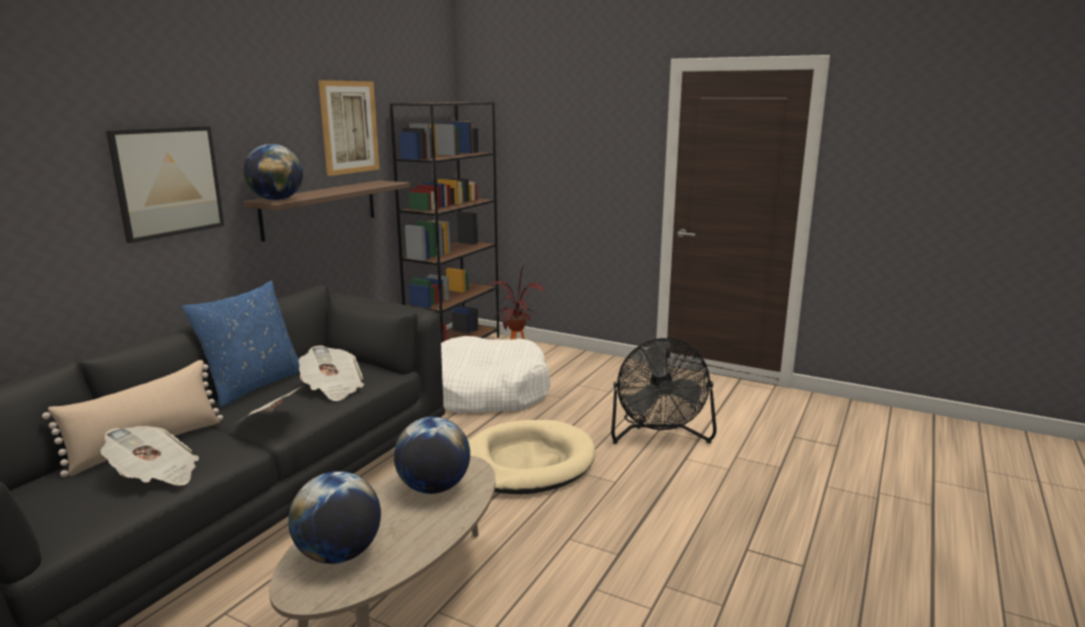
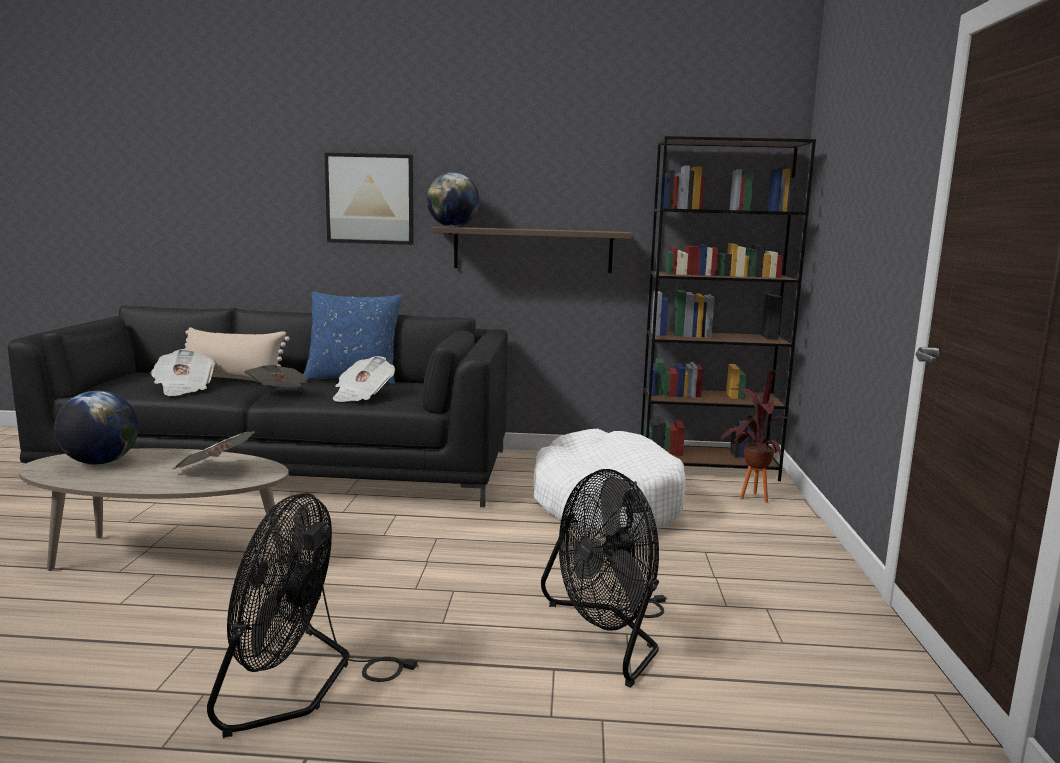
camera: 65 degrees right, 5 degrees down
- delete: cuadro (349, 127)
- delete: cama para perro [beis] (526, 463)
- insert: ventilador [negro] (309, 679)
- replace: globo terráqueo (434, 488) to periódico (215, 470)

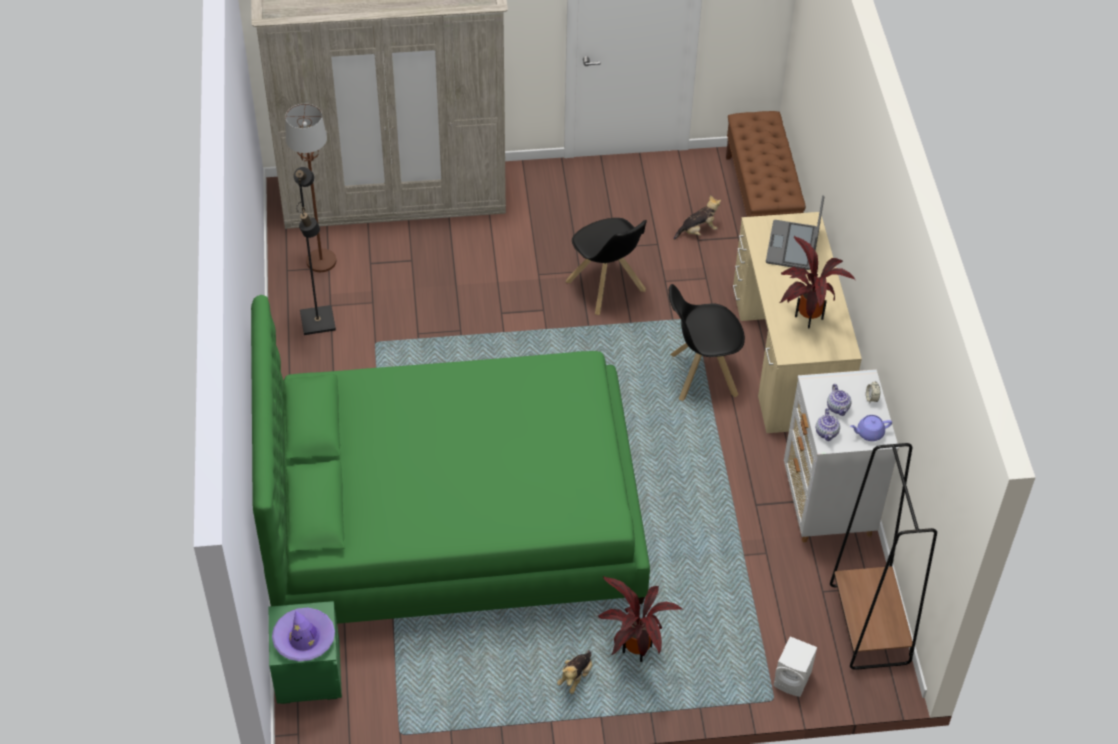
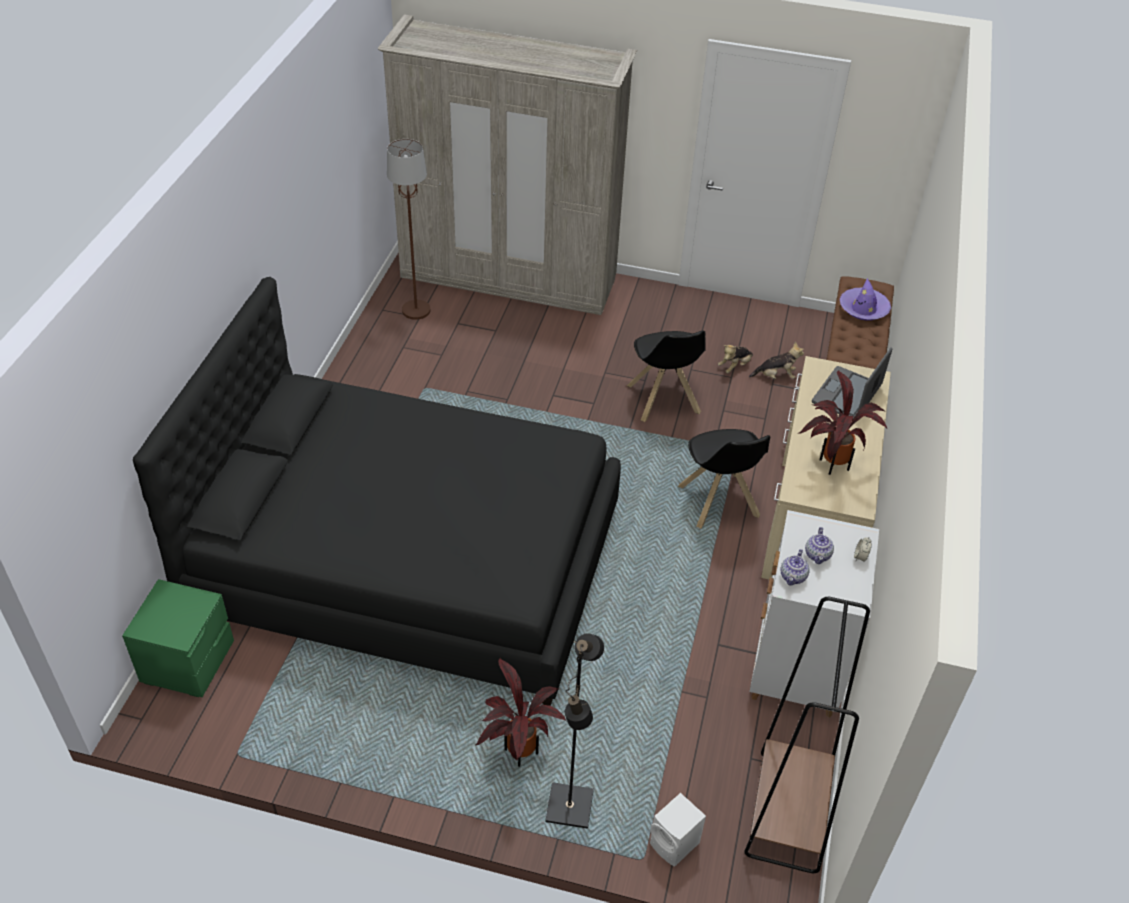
camera: 20 degrees right, 5 degrees down
- delete: tetera [morado] (869, 433)
- move: sombrero [morado] (304, 638) to (863, 309)
- move: lámpara de pie [negro] (317, 321) to (569, 806)
- move: peluche (576, 677) to (735, 366)
- recolor: cama [verde] (452, 517) to cama [negro] (407, 560)
- rotate: silla [negro] (701, 374) = (719, 503) 120 degrees counterclockwise

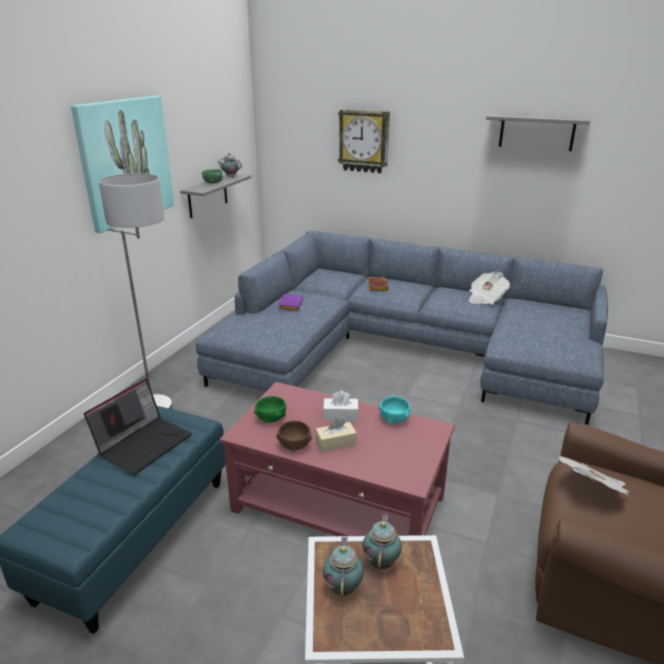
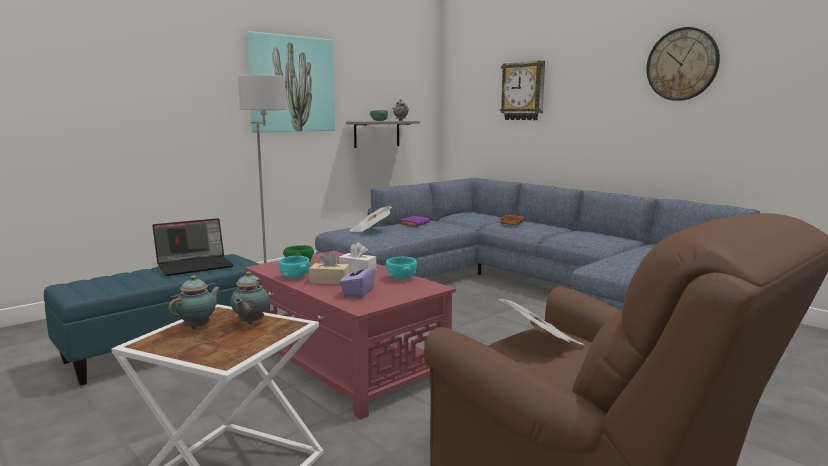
camera: 25 degrees right, 15 degrees down
- insert: caja de pañuelos [morado] (358, 292)
- move: periódico (485, 298) to (370, 230)
- replace: estante [gris] (536, 132) to reloj de pared (682, 64)
- recolor: cuenco [marrón] (294, 445) to cuenco [turquesa] (294, 277)
- rotate: tetera (381, 561) = (250, 323) 150 degrees clockwise

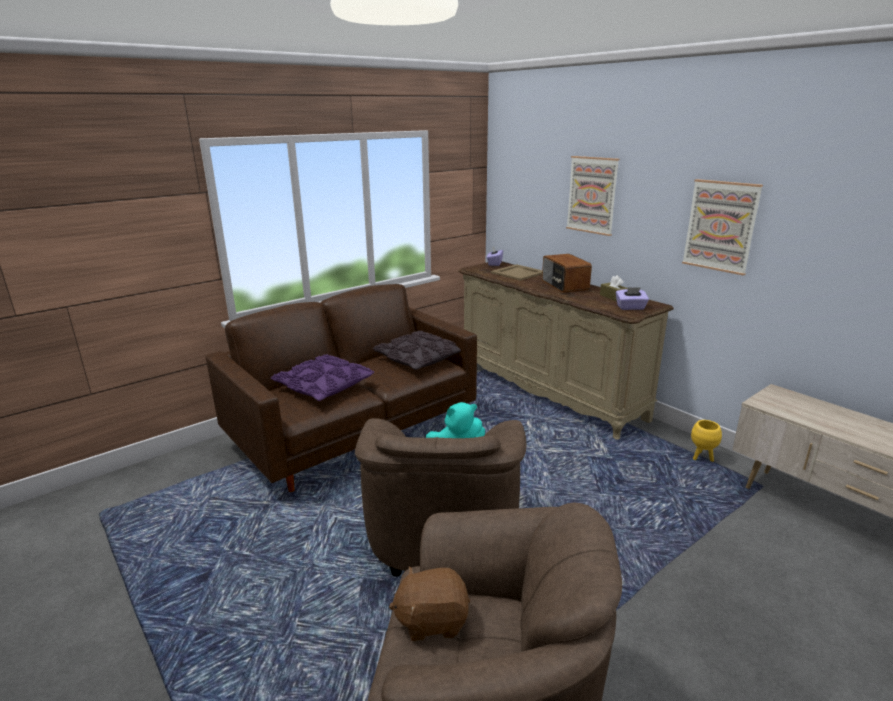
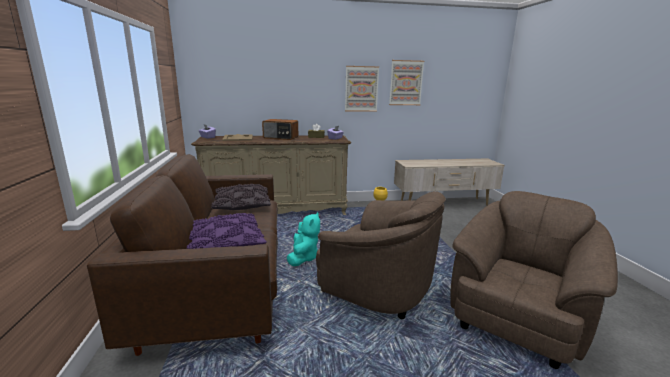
camera: 60 degrees left, 5 degrees down
- delete: peluche [marrón] (432, 620)
- move: cuadro (592, 195) to (406, 83)

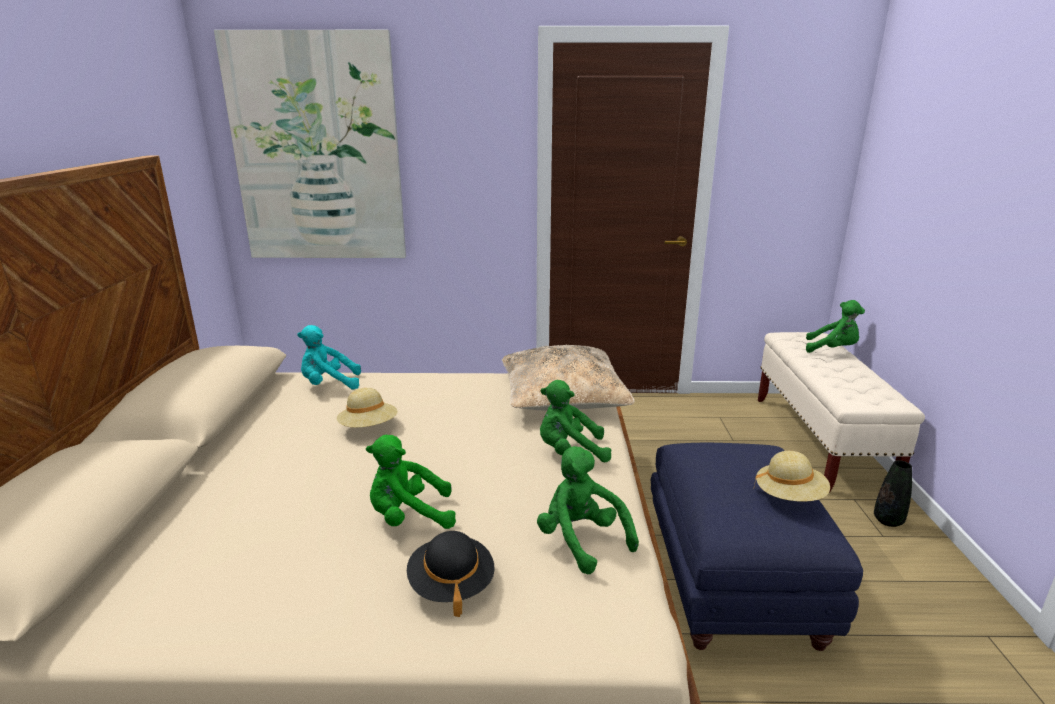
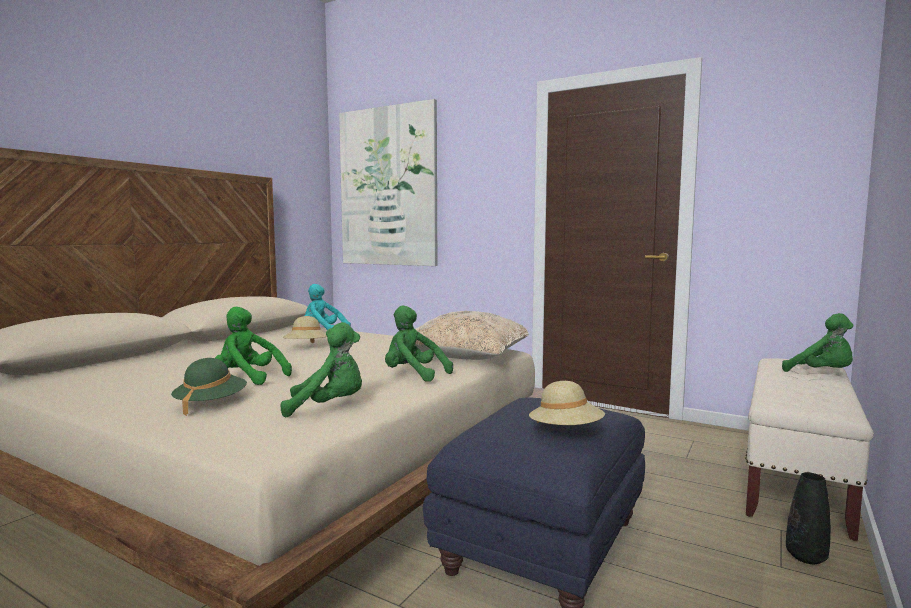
camera: 30 degrees right, 15 degrees down
- recolor: sombrero [negro] (451, 585) to sombrero [verde] (210, 405)
- rotate: peluche [verde] (581, 540) = (329, 407) 90 degrees clockwise

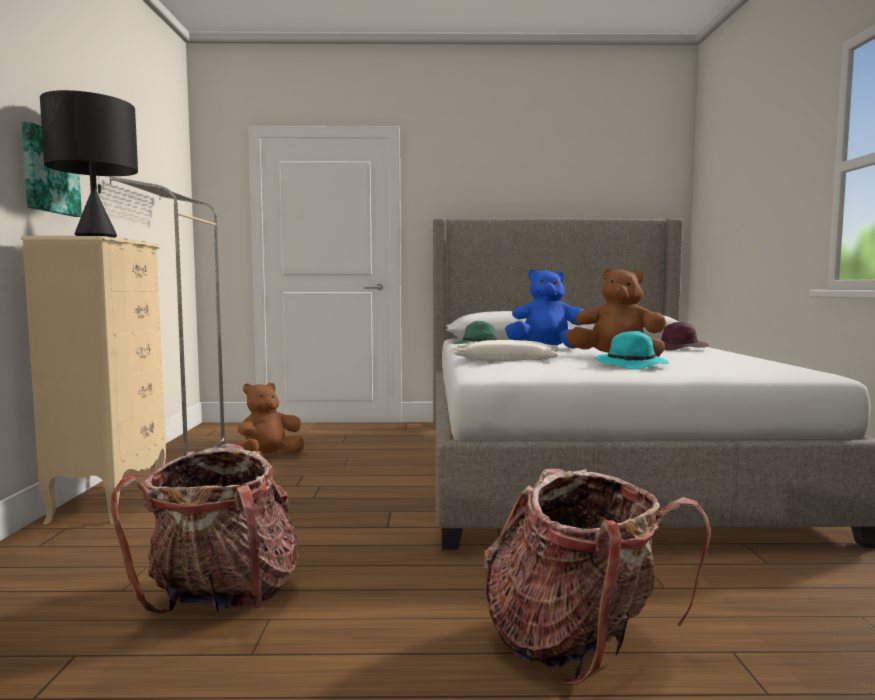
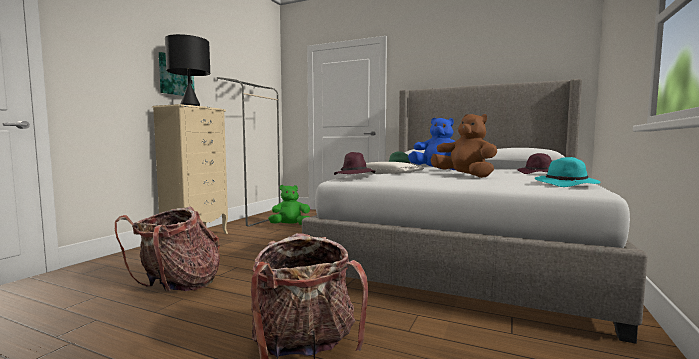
camera: 25 degrees right, 0 degrees up
- insert: sombrero [morado] (355, 175)
- move: sombrero [turquesa] (632, 365) to (567, 184)
- recolor: peluche [marrón] (268, 457) to peluche [verde] (290, 225)

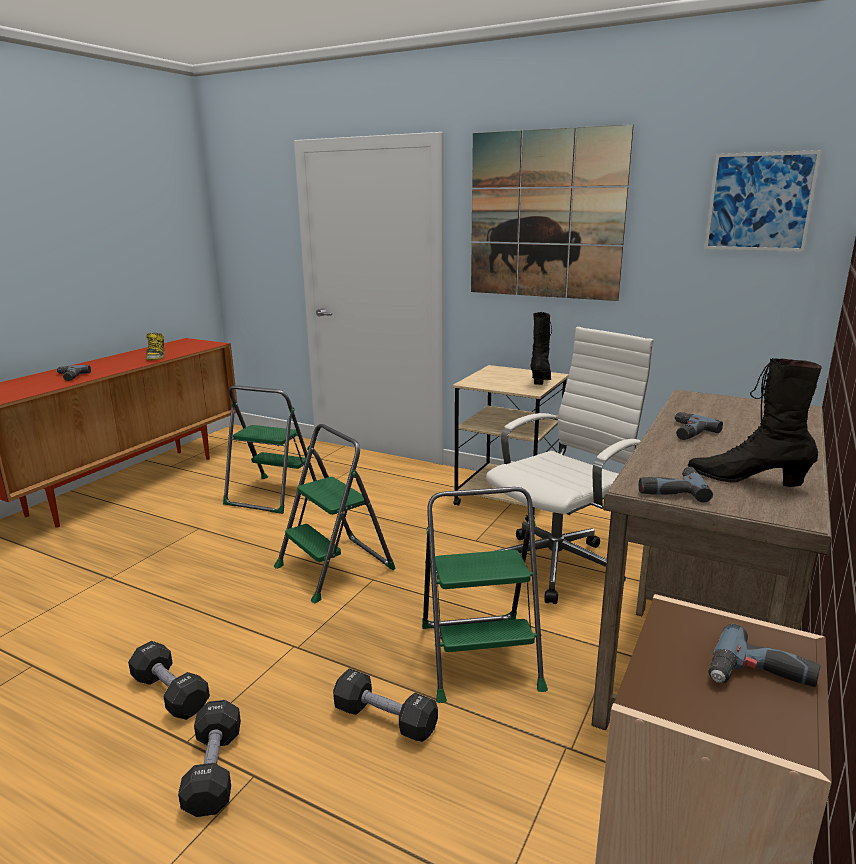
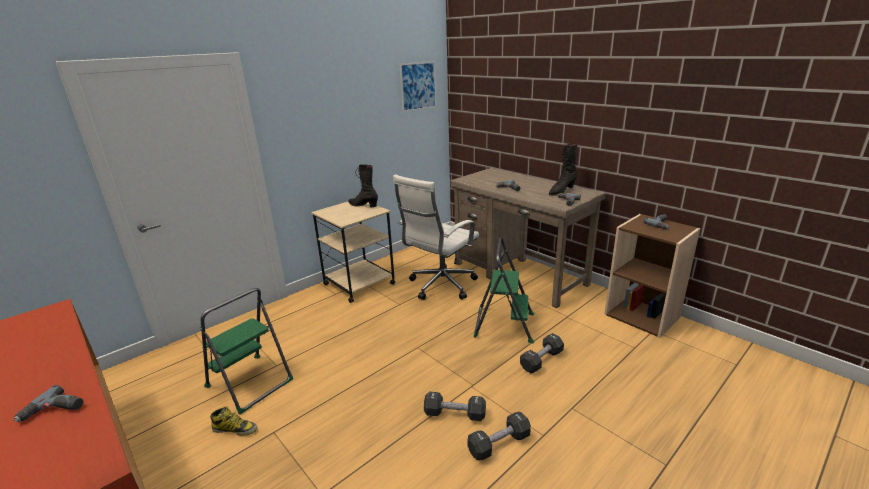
camera: 70 degrees left, 5 degrees up
- delete: escalera de tijera [verde] (339, 566)
- delete: cuadro (545, 215)
- move: bota (156, 357) to (235, 429)
- move: mancuerna [negro] (214, 771) to (455, 414)
- rotate: silla de oficina [blanco] (559, 564) = (440, 286) 120 degrees counterclockwise

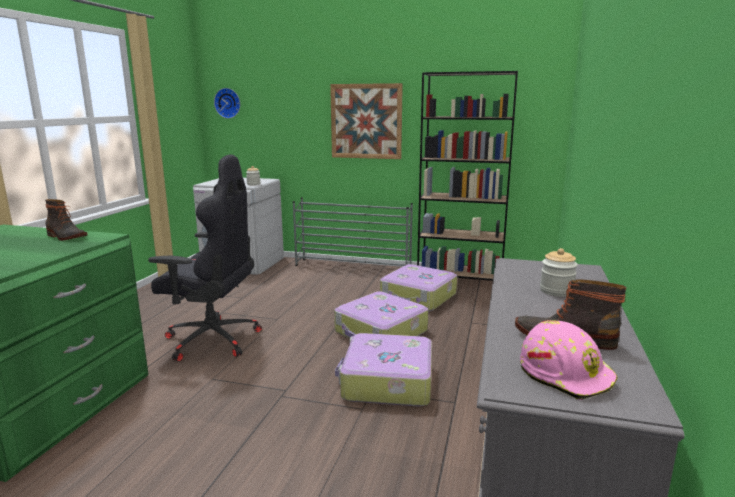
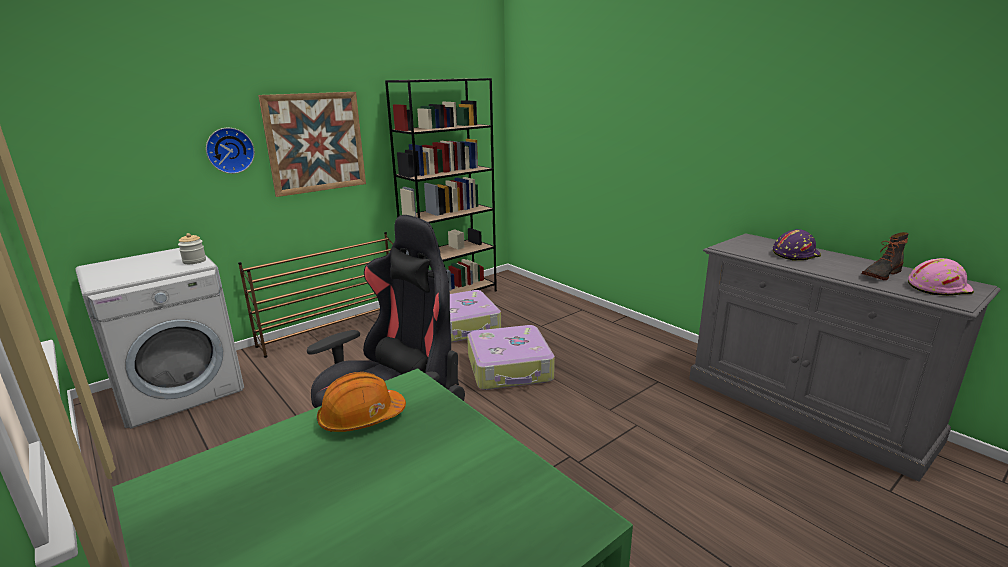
camera: 55 degrees left, 5 degrees up
- delete: maleta (386, 382)
- move: reloj de pared (228, 103) to (229, 150)
- replace: bota (65, 237) to casco [naranja] (361, 418)
- replace: tarro (556, 291) to casco [morado] (794, 254)
- recolor: zapatero [gris] (353, 267) to zapatero [marrón] (336, 329)

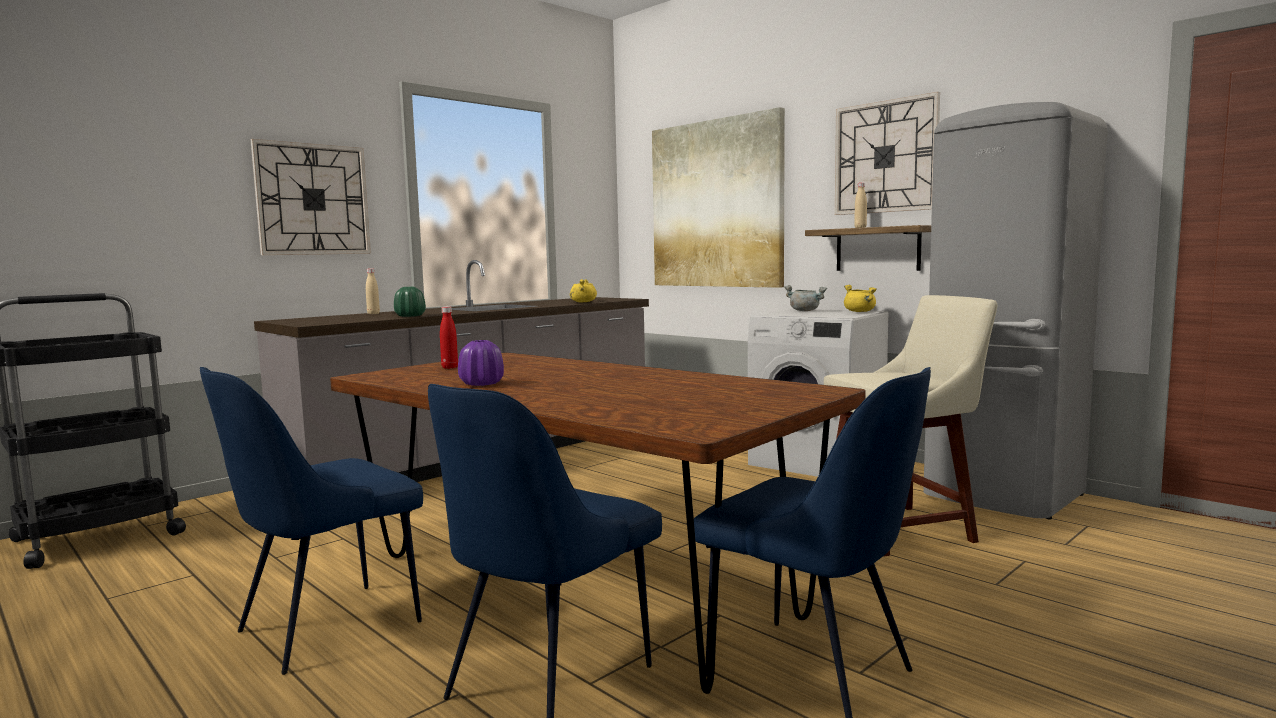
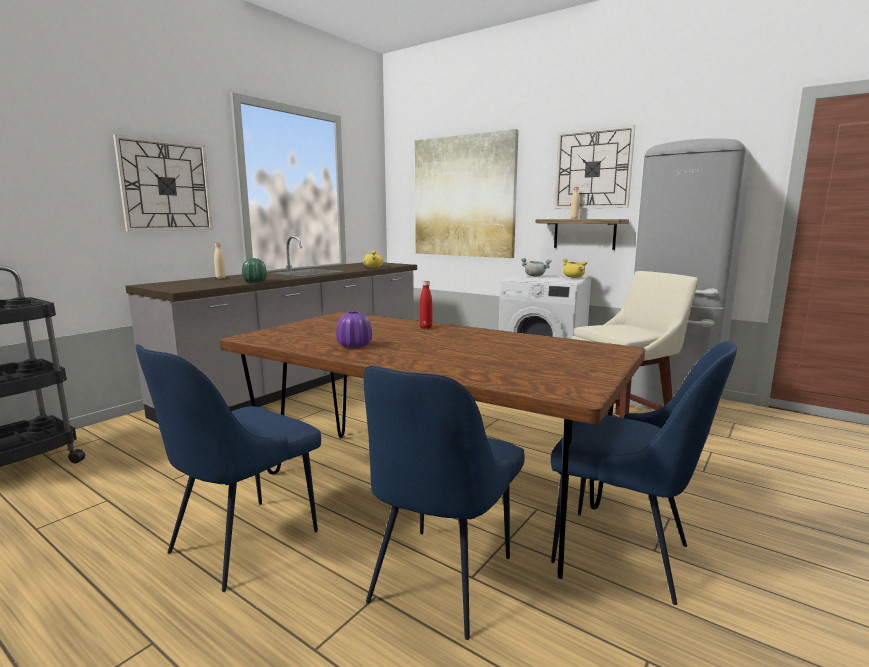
camera: 10 degrees left, 5 degrees up
- move: botella [rojo] (449, 367) to (426, 327)

